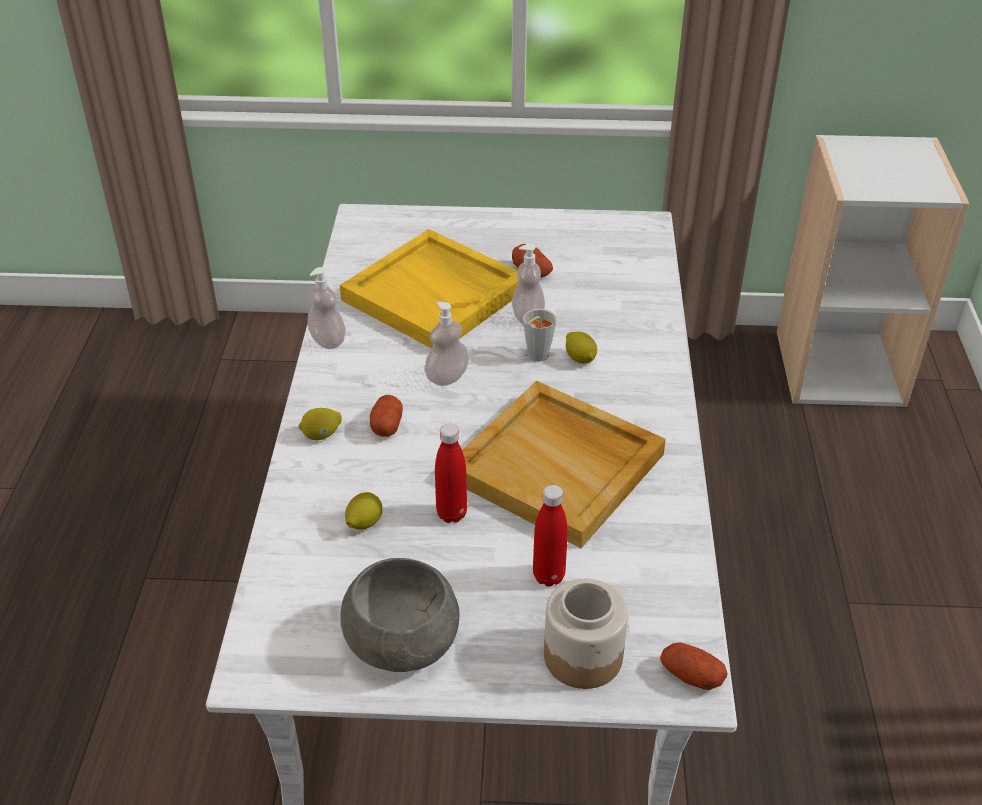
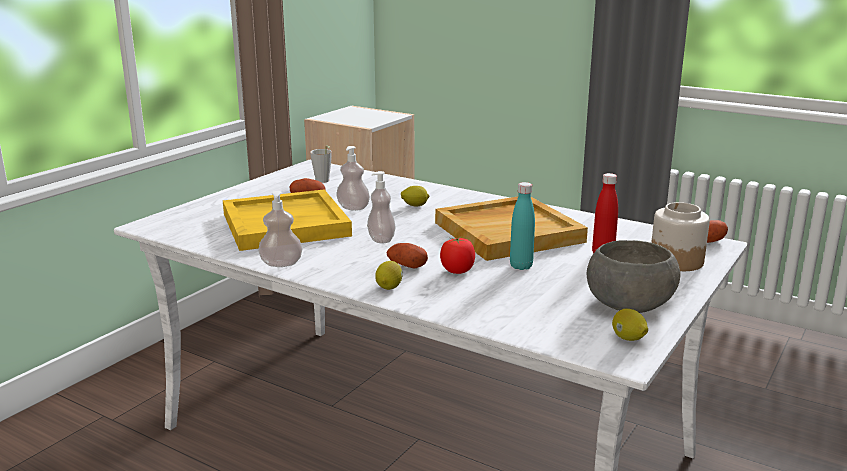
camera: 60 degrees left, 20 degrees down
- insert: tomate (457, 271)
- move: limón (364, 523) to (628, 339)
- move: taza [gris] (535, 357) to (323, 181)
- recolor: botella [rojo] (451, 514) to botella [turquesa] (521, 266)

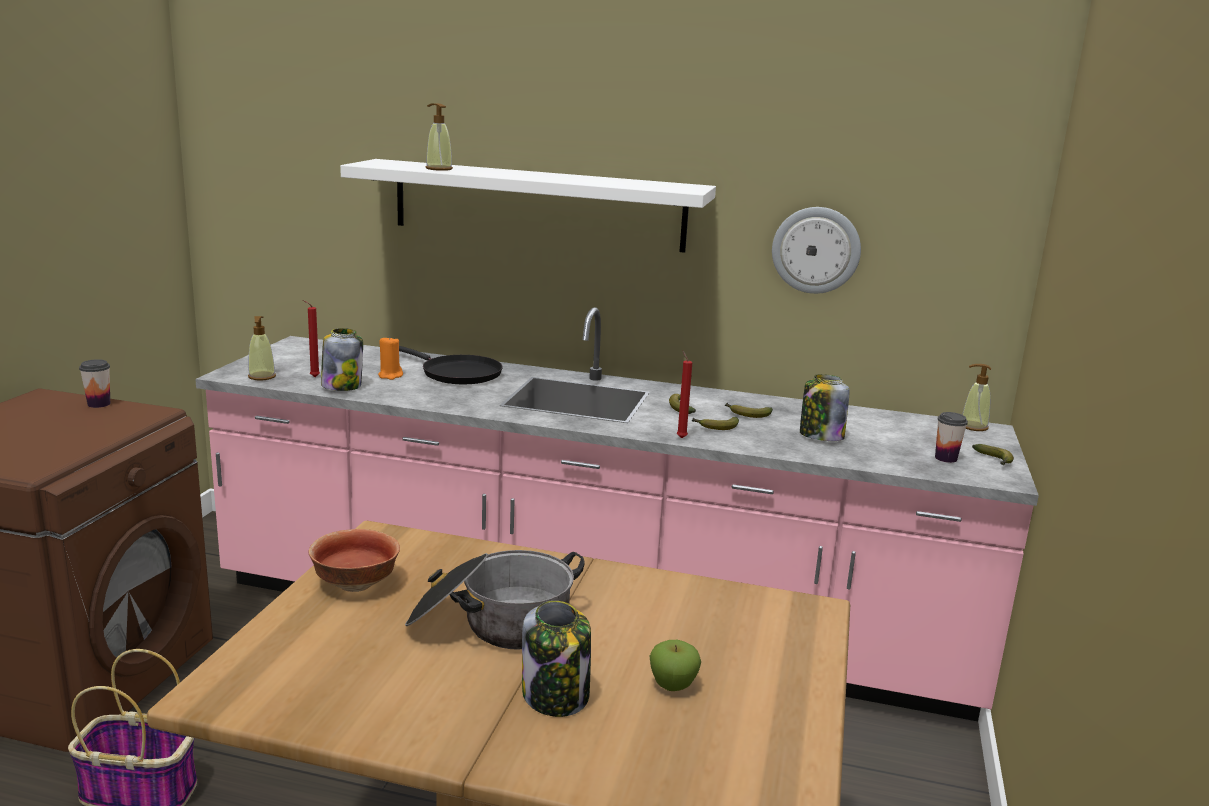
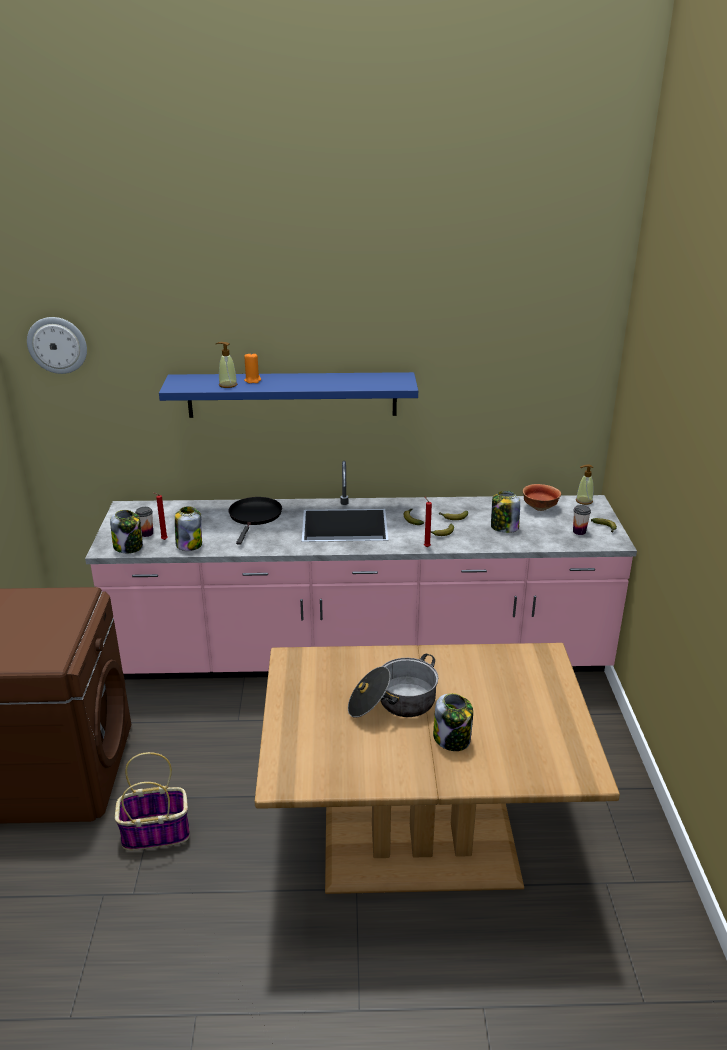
camera: 15 degrees left, 10 degrees up
- delete: manzana (673, 686)
- move: taza (99, 404) to (146, 533)
- move: cuenco (356, 583) to (539, 507)
- move: vela [naranja] (390, 376) to (252, 380)
- move: reloj de pared (816, 250) to (57, 345)
- replace: dispensador de jabón (262, 377) to tarro (129, 547)
- recolor: estante [blanco] (538, 205) to estante [azul] (292, 395)
- rotate: sartén [negro] (457, 373) = (255, 517) 105 degrees counterclockwise

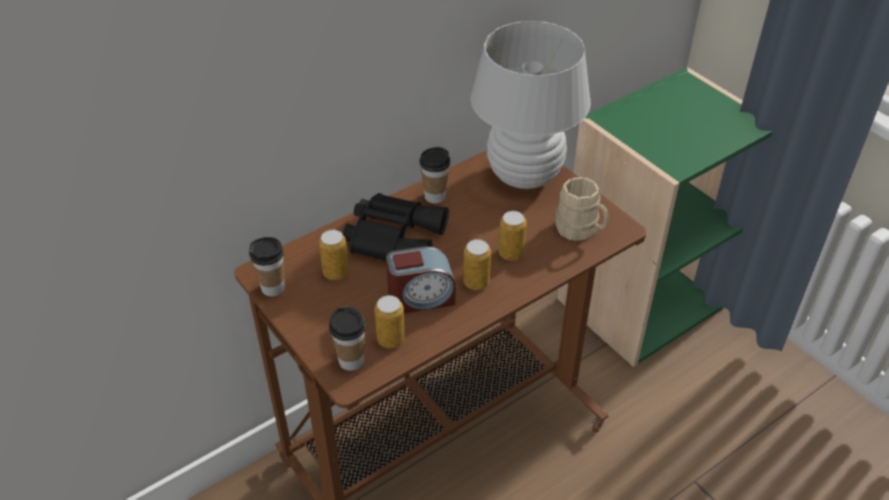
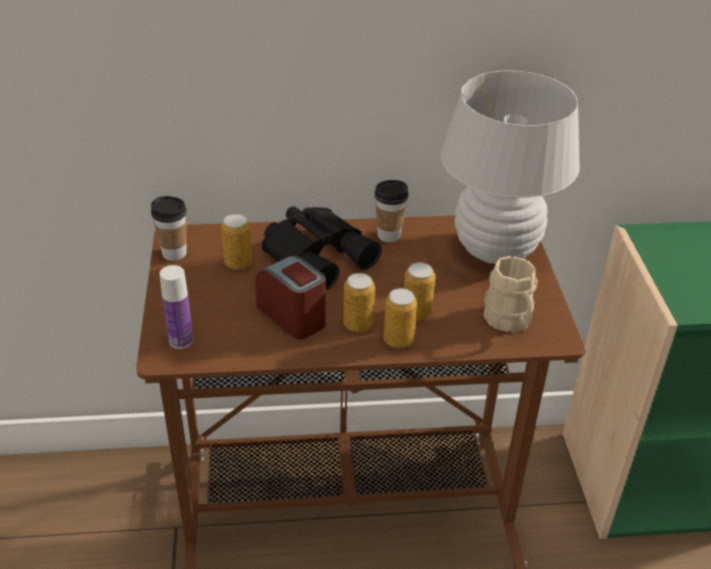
camera: 30 degrees right, 5 degrees down
- move: lata (390, 339) to (398, 340)
- replace: taza (351, 361) to botella (181, 340)
- rotate: despertador (421, 298) = (292, 315) 150 degrees counterclockwise

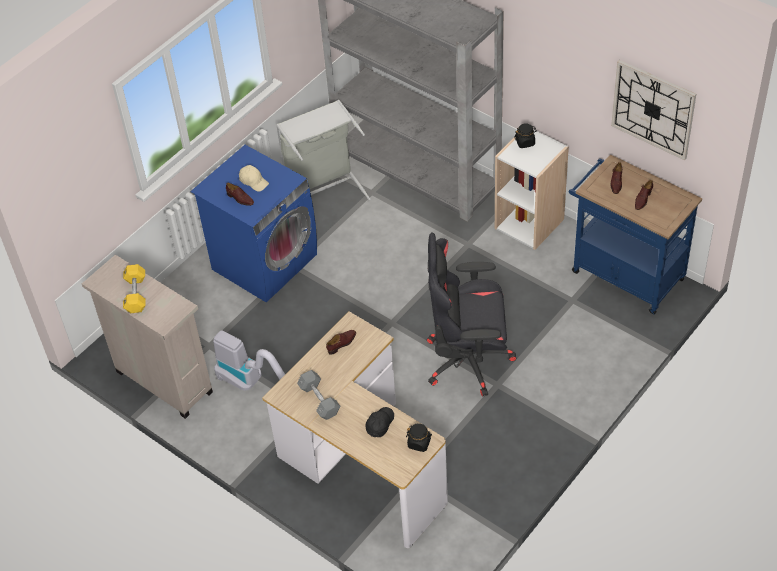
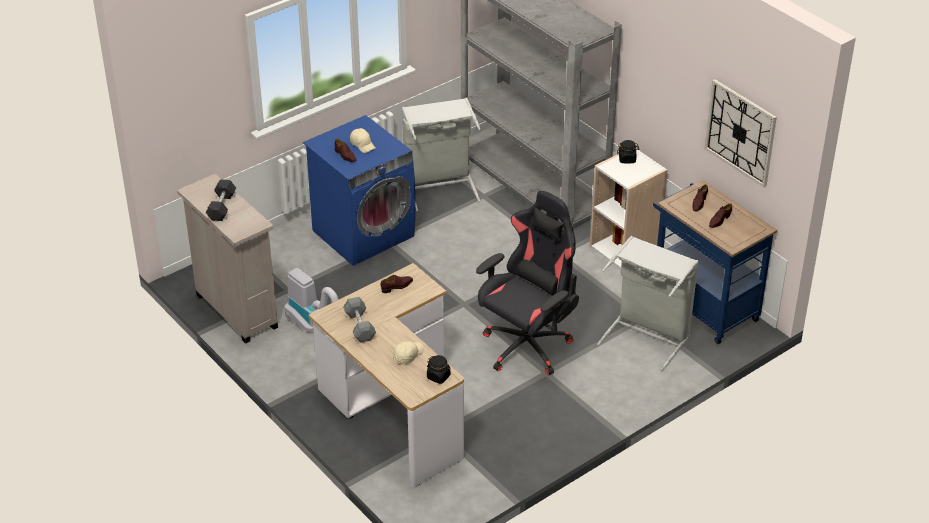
camera: 10 degrees right, 10 degrees down
- insert: cesto de la ropa [gris] (647, 335)
- recolor: mancuerna [amarillo] (136, 294) to mancuerna [negro] (221, 207)
- recolor: gorra [negro] (379, 424) to gorra [beis] (407, 355)
- rotate: silla de oficina [negro] (469, 360) = (526, 348) 120 degrees clockwise

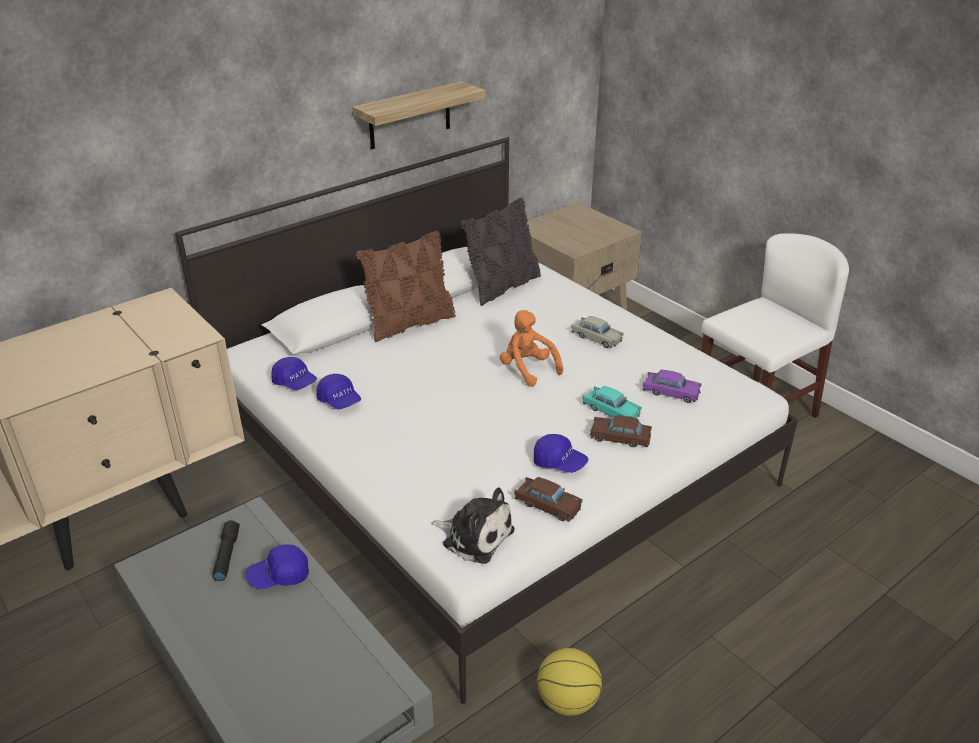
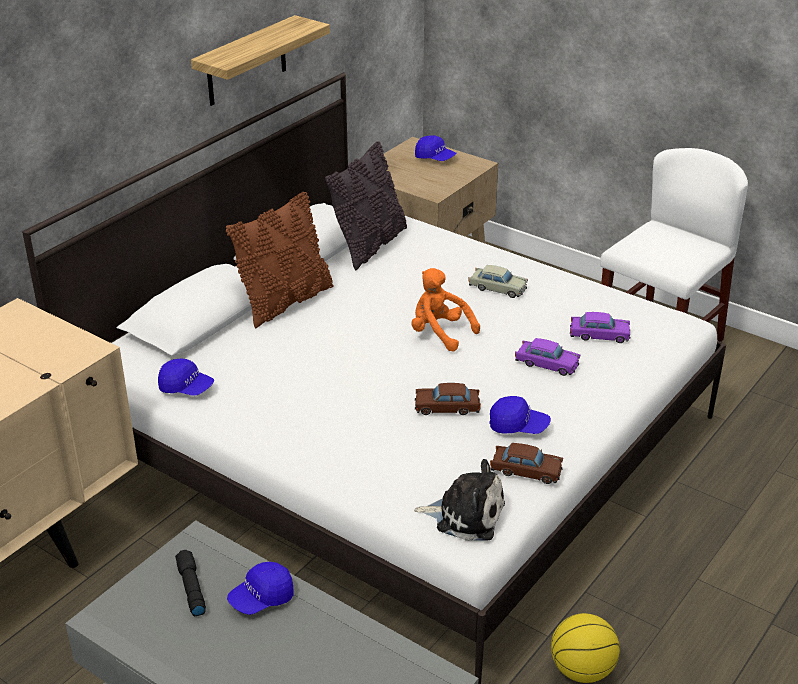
camera: 15 degrees left, 0 degrees up
- move: gorra [azul] (339, 401) to (435, 158)
- move: coche de juguete [marrón] (620, 438) to (447, 407)
- recolor: coche de juguete [turquesa] (611, 411) to coche de juguete [morado] (546, 364)

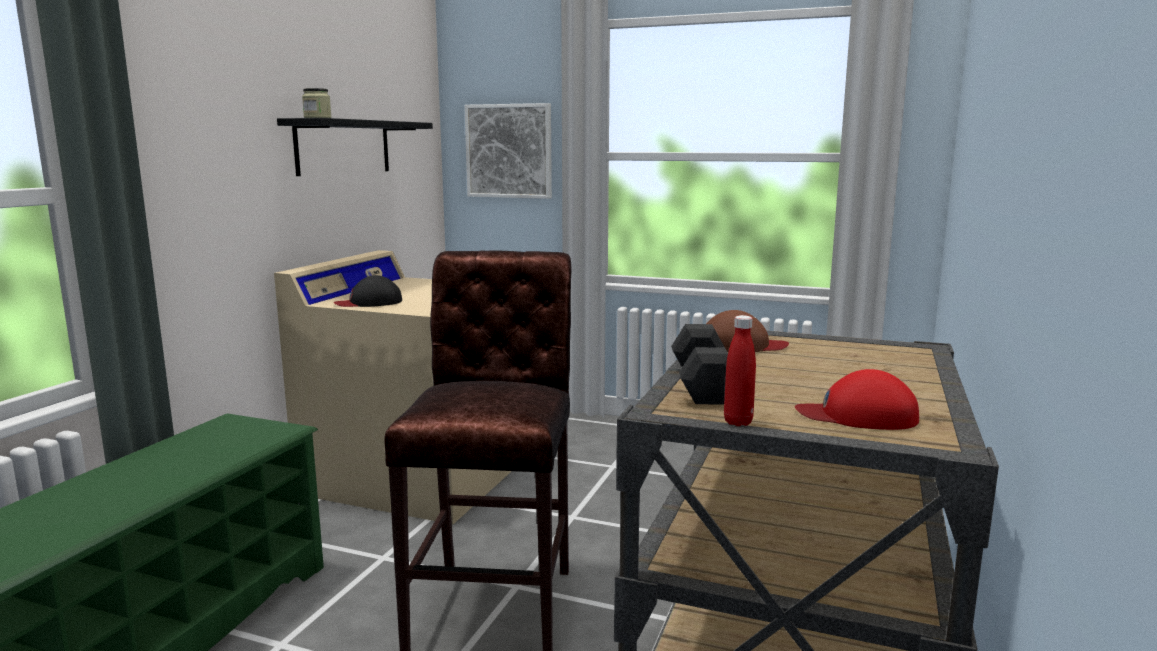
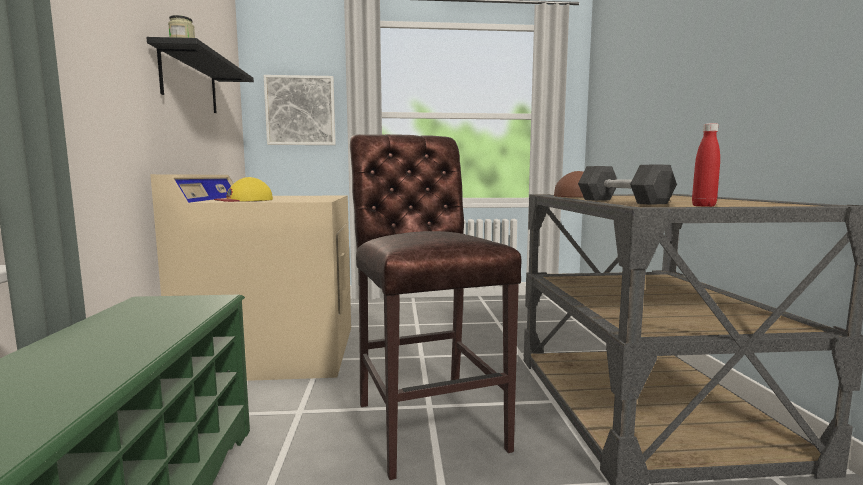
camera: 25 degrees left, 5 degrees down
- delete: gorra [rojo] (858, 416)
- recolor: gorra [negro] (370, 302) to gorra [amarillo] (245, 200)

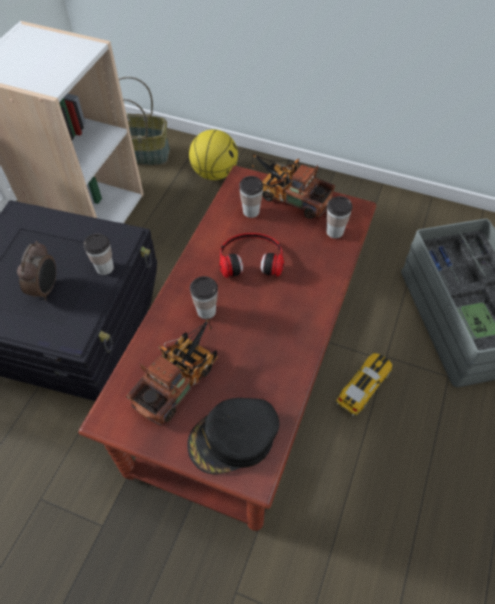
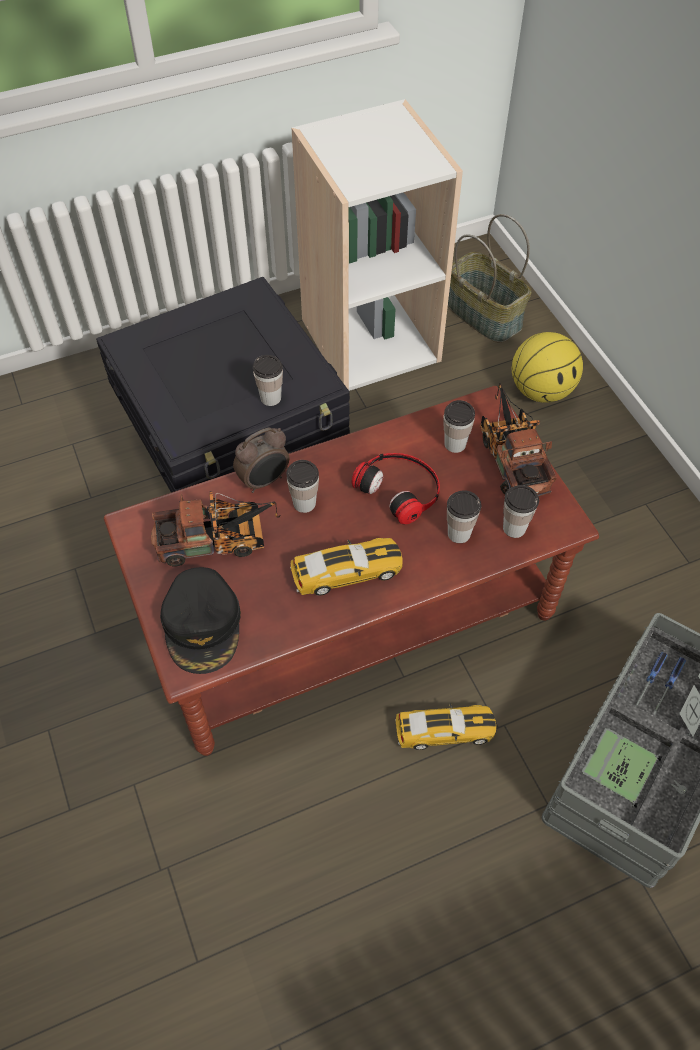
camera: 45 degrees right, 0 degrees up
- insert: coche de juguete (347, 571)
- insert: taza (459, 533)
- move: despertador (46, 288) to (264, 481)
- rotate: gorra [negro] (233, 438) = (203, 625) 120 degrees counterclockwise

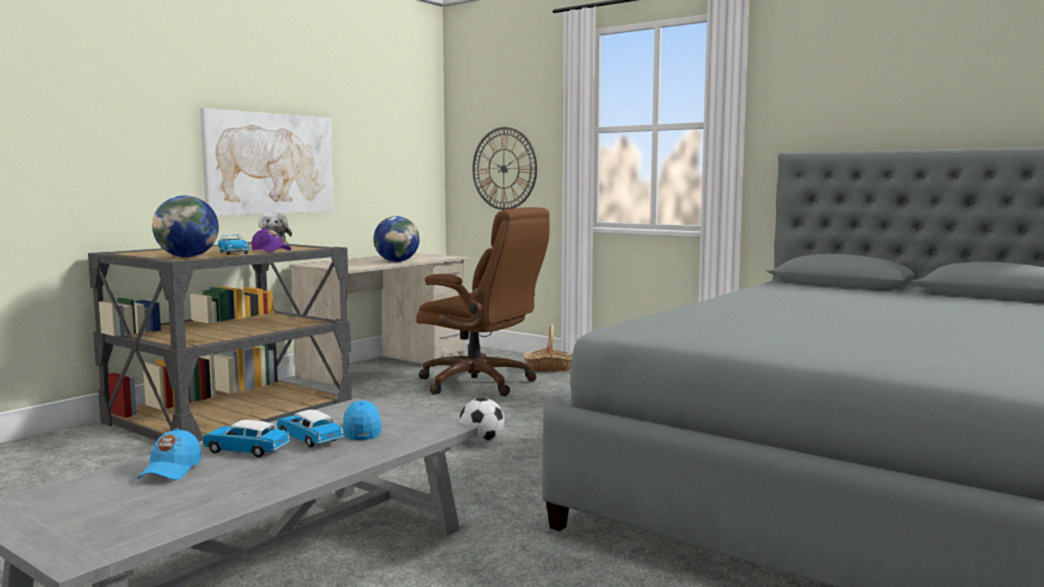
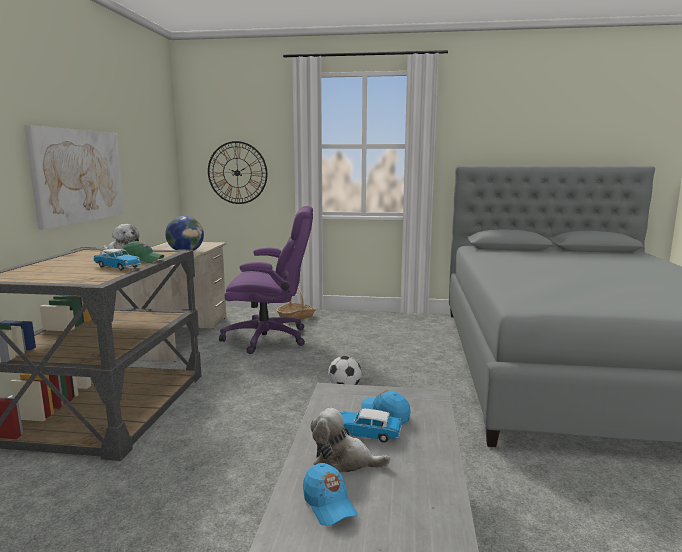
camera: 30 degrees left, 5 degrees up
- delete: globo terráqueo (187, 257)
- replace: coche de juguete (246, 450) to peluche (344, 461)
- recolor: gorra [morado] (271, 251) to gorra [verde] (143, 260)
- recolor: silla de oficina [marrón] (482, 384) to silla de oficina [morado] (272, 338)

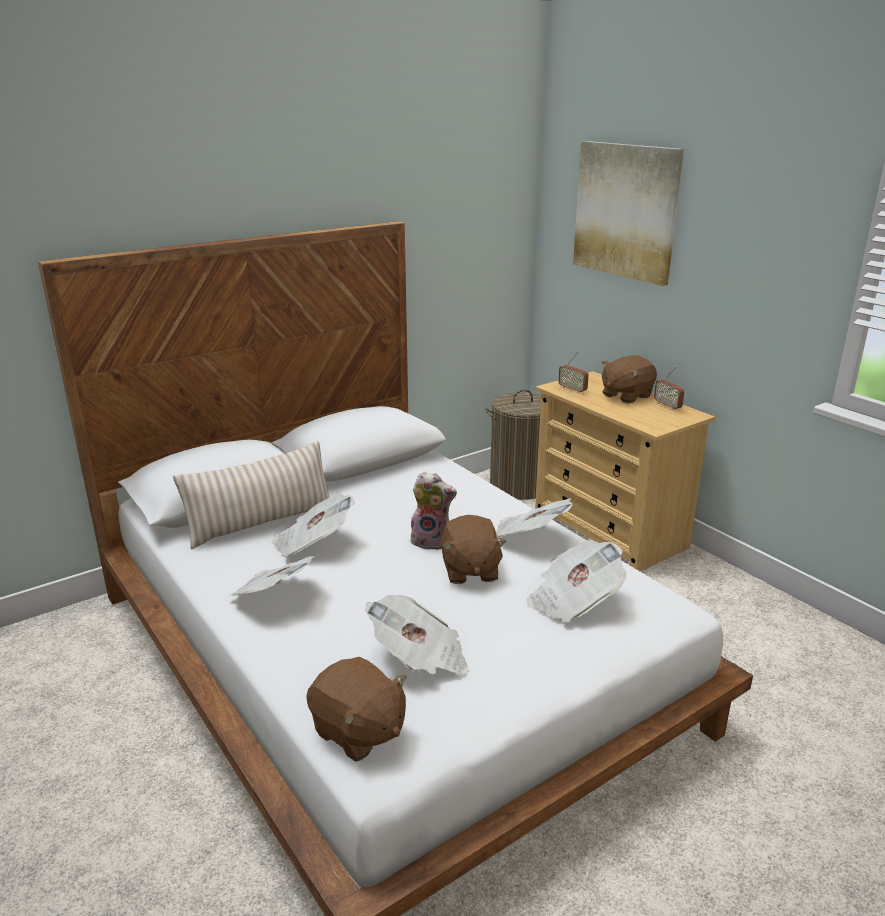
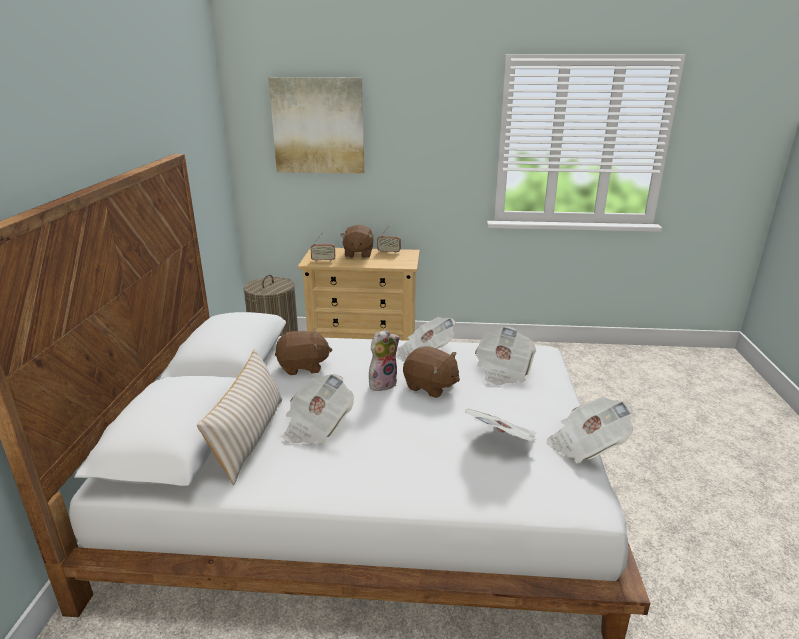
camera: 50 degrees left, 0 degrees up
- move: periódico (275, 595) to (586, 445)
- move: peluche [marrón] (358, 732) to (303, 367)

